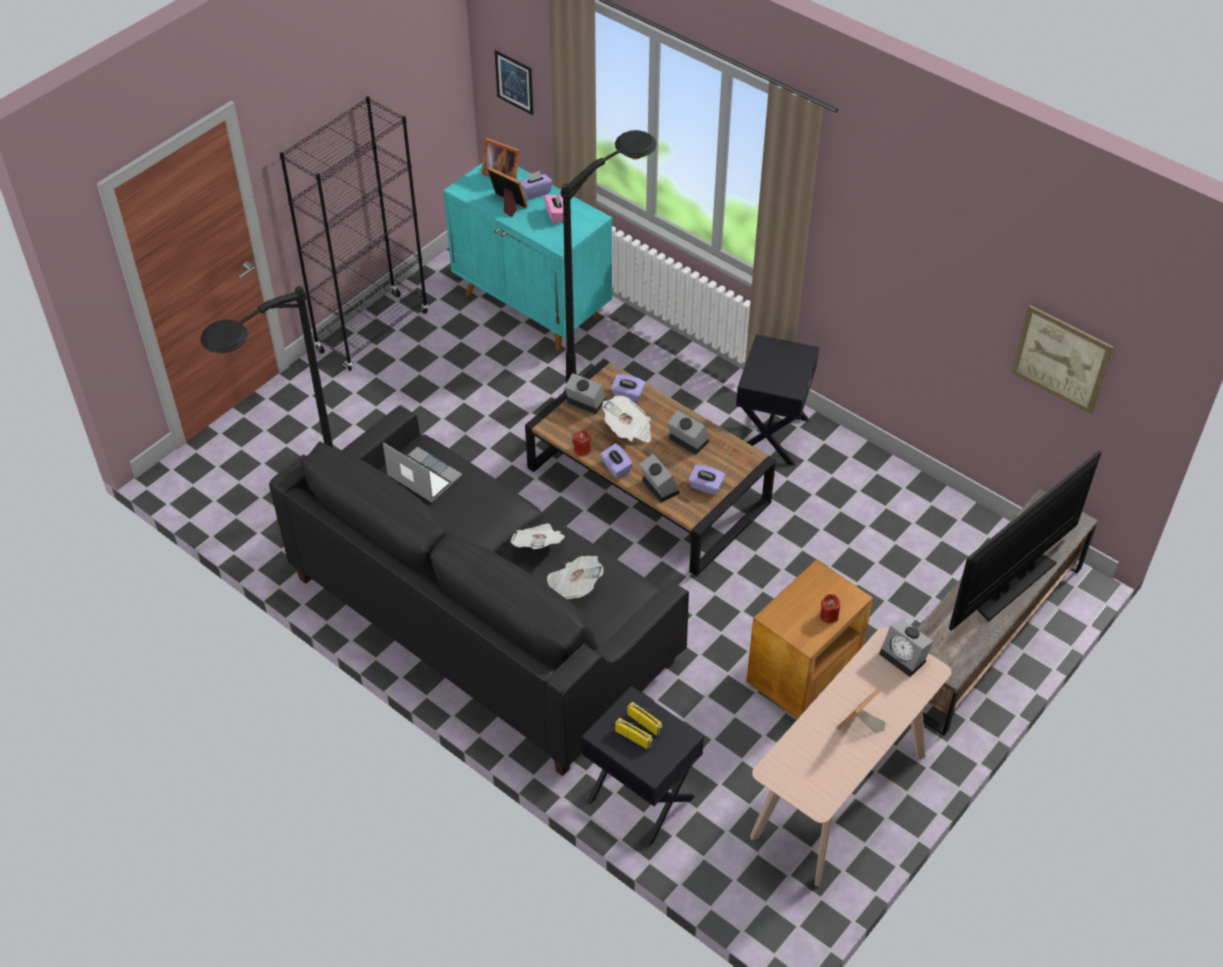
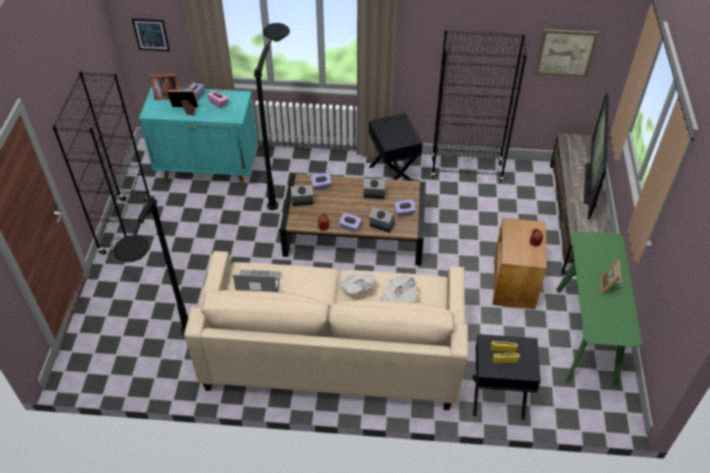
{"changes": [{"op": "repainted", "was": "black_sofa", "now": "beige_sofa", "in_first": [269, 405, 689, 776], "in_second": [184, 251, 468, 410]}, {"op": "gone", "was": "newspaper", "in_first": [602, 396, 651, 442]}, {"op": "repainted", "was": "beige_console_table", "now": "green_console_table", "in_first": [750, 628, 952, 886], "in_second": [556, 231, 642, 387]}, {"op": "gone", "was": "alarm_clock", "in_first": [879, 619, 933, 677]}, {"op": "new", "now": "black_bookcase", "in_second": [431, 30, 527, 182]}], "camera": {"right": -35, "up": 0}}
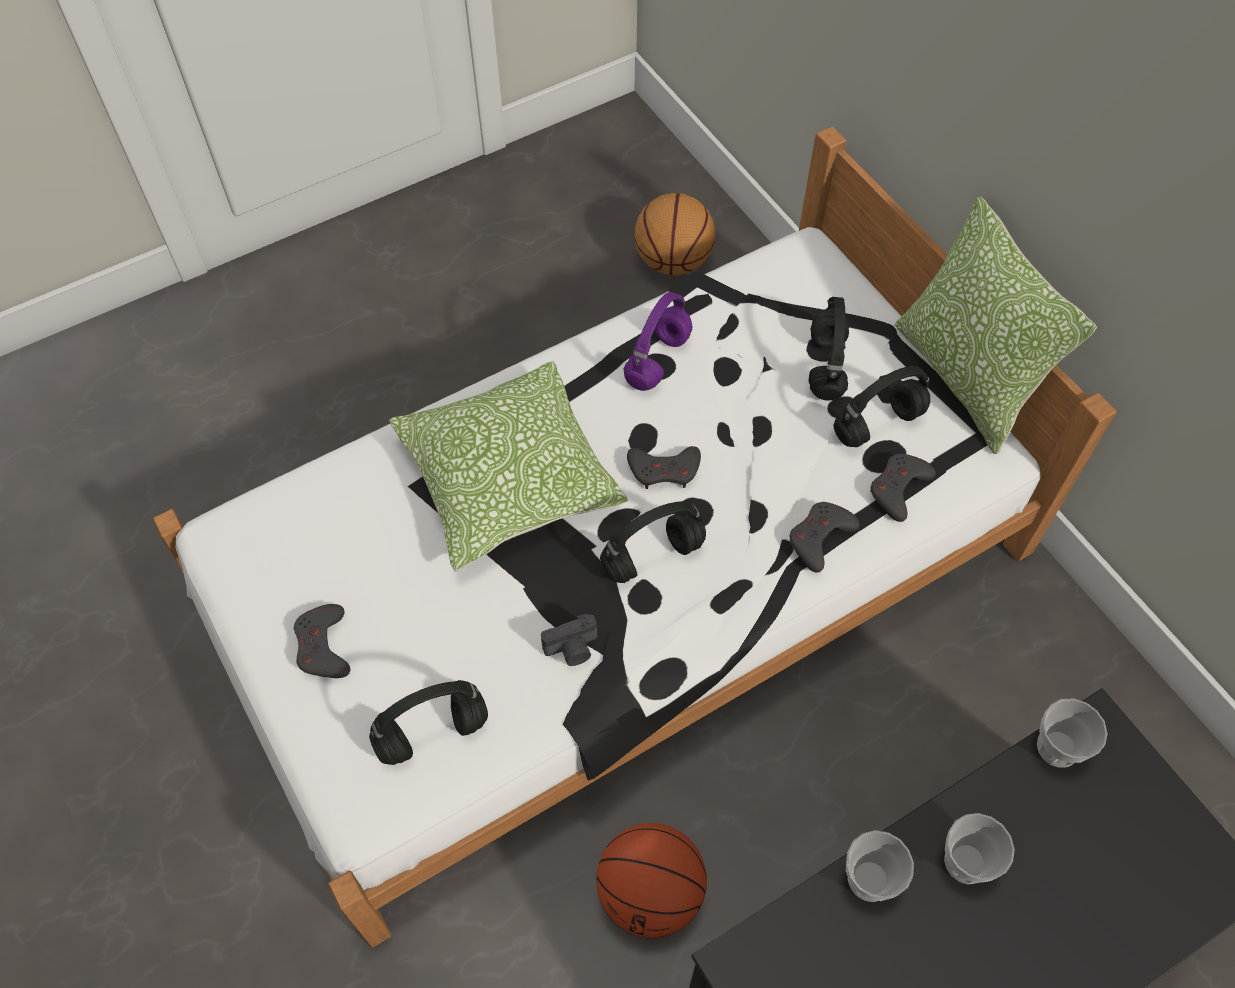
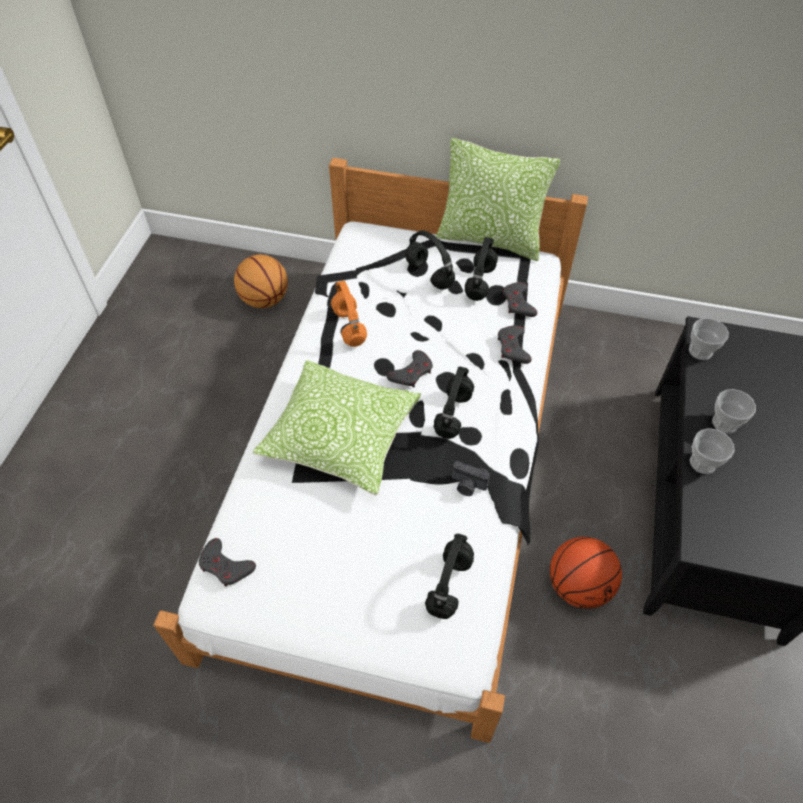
{"changes": [{"op": "shifted", "was": "grey_game_controller", "in_first": [294, 604, 350, 678], "in_second": [199, 538, 256, 587]}, {"op": "rotated", "was": "photo_camera", "in_first": [541, 614, 597, 666], "in_second": [452, 461, 490, 496], "clockwise": 90}, {"op": "repainted", "was": "purple_headphones", "now": "orange_headphones", "in_first": [624, 292, 692, 391], "in_second": [331, 281, 367, 347]}], "camera": {"right": -45, "up": -5}}
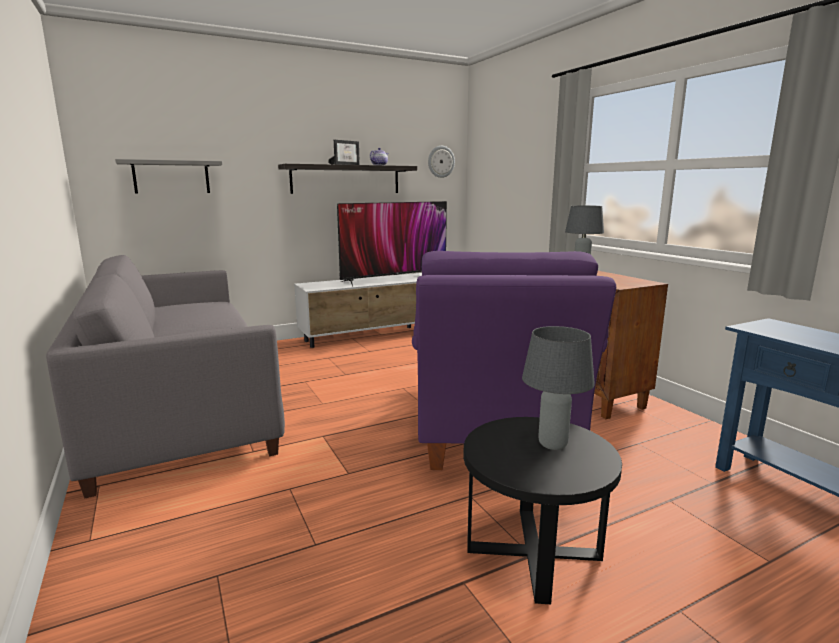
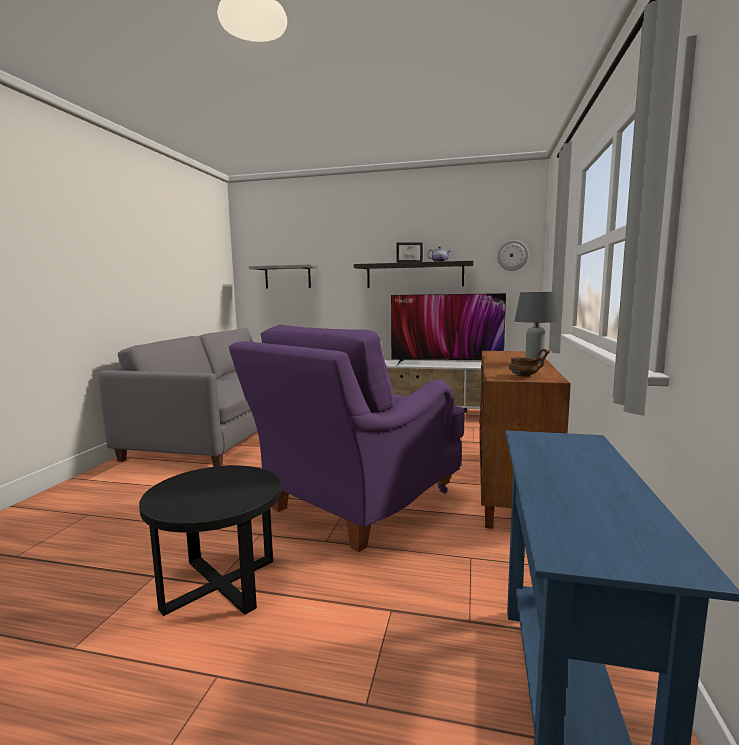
{"changes": [{"op": "gone", "was": "grey_table_lamp", "in_first": [522, 326, 595, 450]}, {"op": "new", "now": "brown_bowl", "in_second": [509, 349, 550, 377]}], "camera": {"right": 40, "up": -5}}
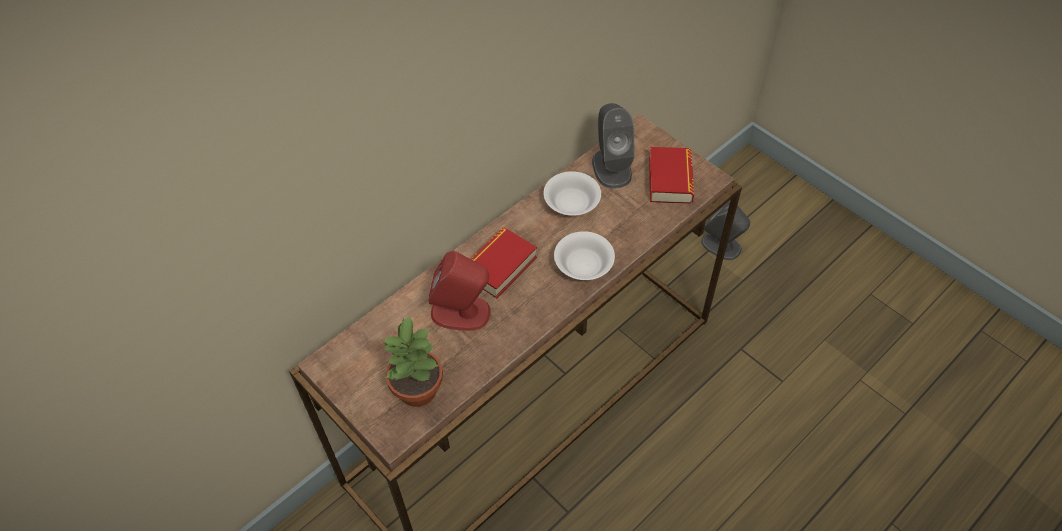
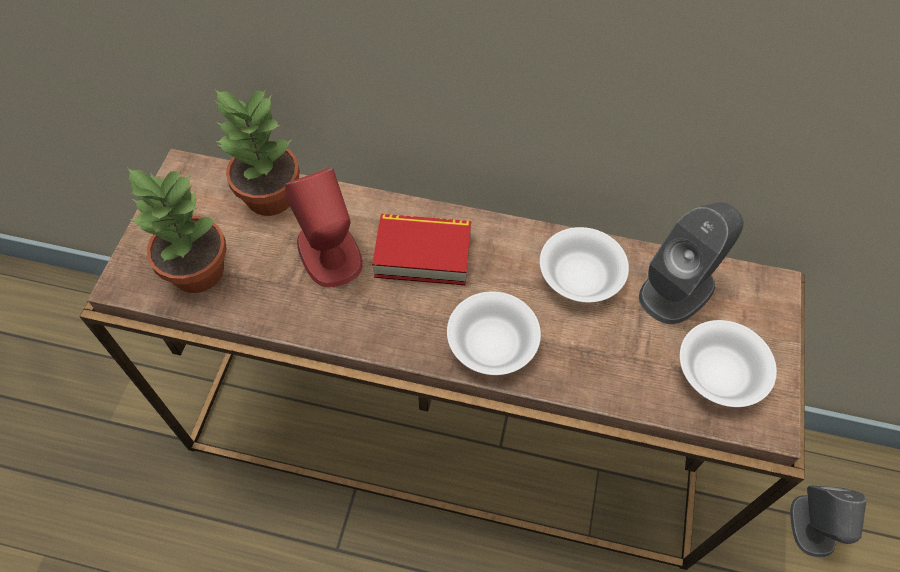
{"changes": [{"op": "swapped", "was": "book", "now": "white_bowl", "in_first": [649, 147, 694, 204], "in_second": [680, 320, 777, 407]}, {"op": "new", "now": "potted_plant", "in_second": [214, 90, 300, 216]}], "camera": {"right": 55, "up": 5}}
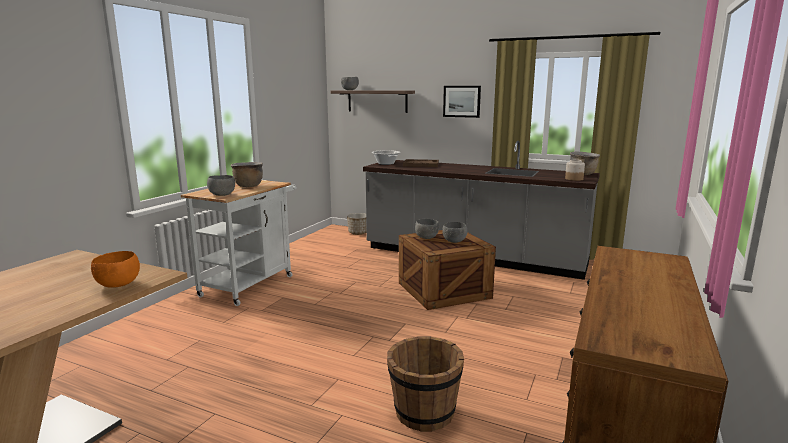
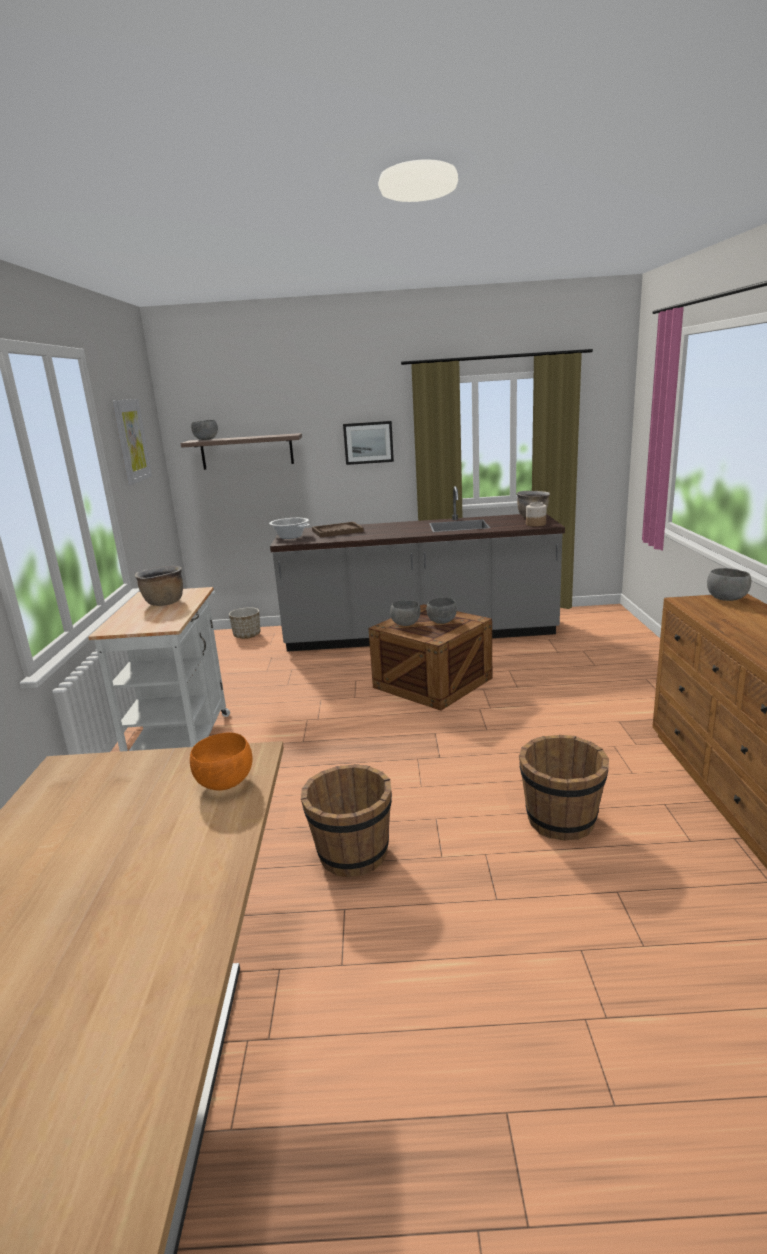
{"changes": [{"op": "shifted", "was": "grey_bowl", "in_first": [207, 175, 235, 196], "in_second": [707, 568, 751, 601]}, {"op": "new", "now": "picture", "in_second": [112, 399, 152, 485]}, {"op": "new", "now": "brown_bucket", "in_second": [301, 764, 392, 877]}], "camera": {"right": -25, "up": 5}}
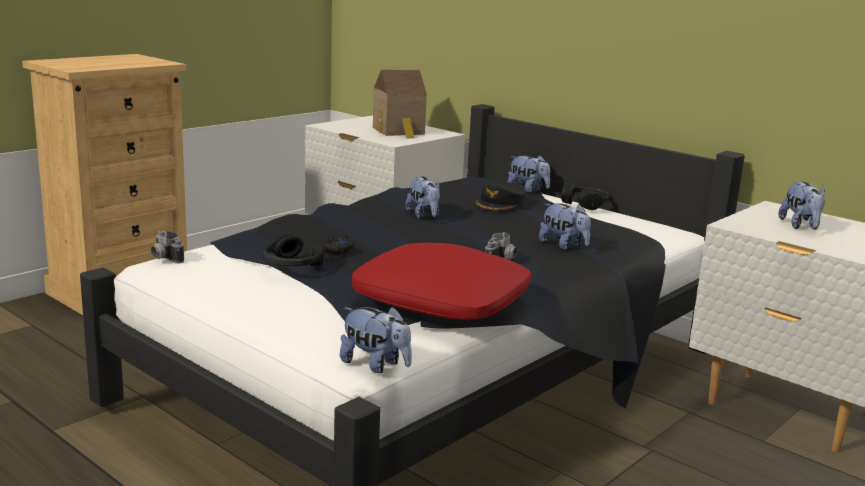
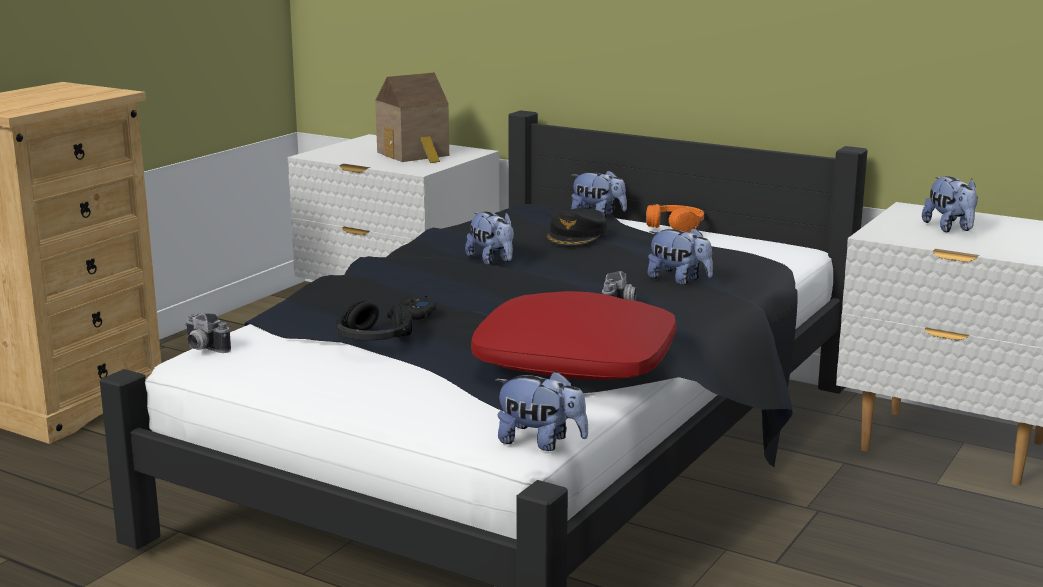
{"changes": [{"op": "repainted", "was": "black_headphones", "now": "orange_headphones", "in_first": [561, 185, 610, 210], "in_second": [646, 204, 704, 233]}], "camera": {"right": -10, "up": 0}}
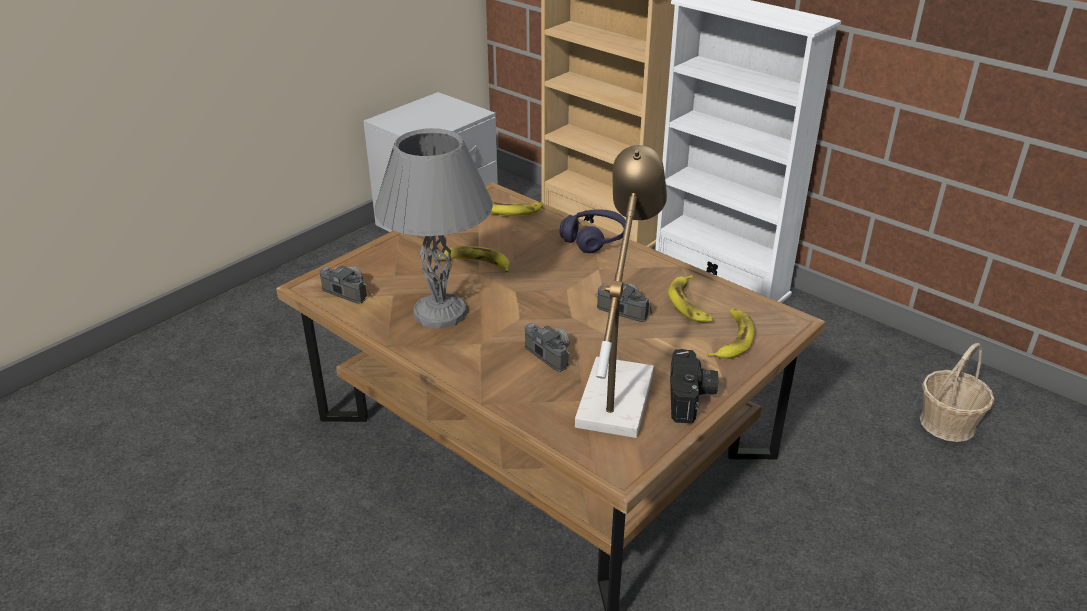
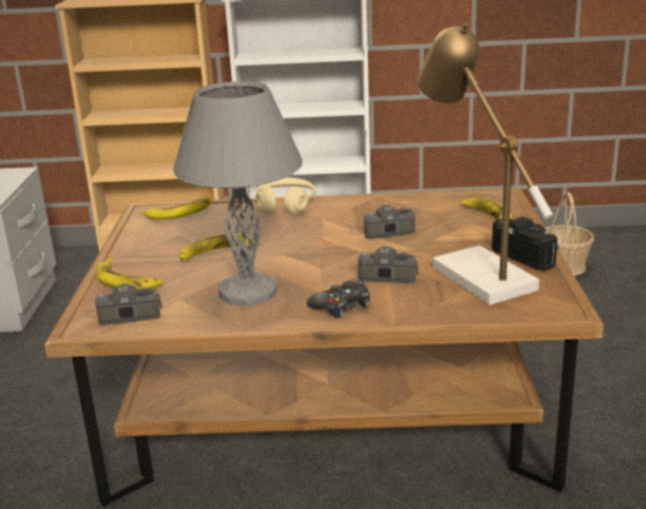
{"changes": [{"op": "repainted", "was": "purple_headphones", "now": "beige_headphones", "in_first": [560, 209, 626, 253], "in_second": [255, 178, 315, 214]}, {"op": "shifted", "was": "banana", "in_first": [668, 275, 713, 322], "in_second": [96, 259, 162, 290]}, {"op": "new", "now": "black_game_controller", "in_second": [307, 280, 370, 318]}], "camera": {"right": -40, "up": -10}}
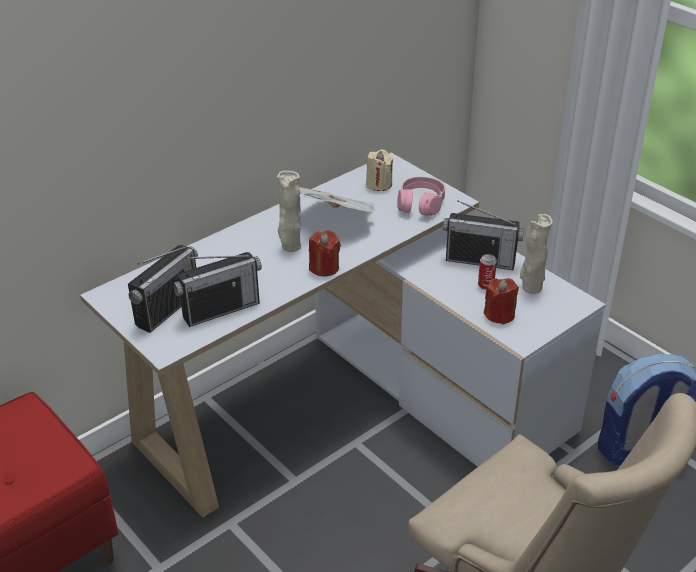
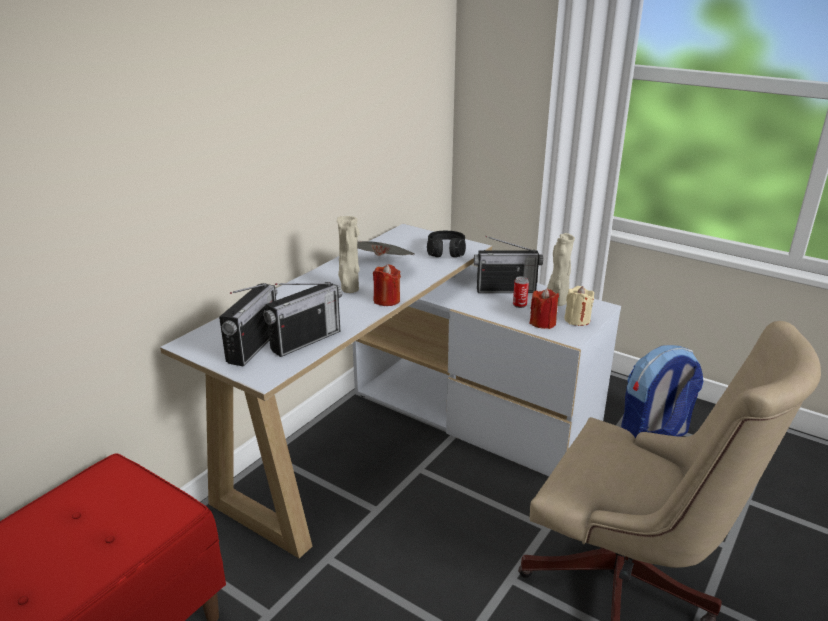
{"changes": [{"op": "shifted", "was": "beige_candle", "in_first": [366, 149, 393, 191], "in_second": [564, 286, 594, 326]}, {"op": "repainted", "was": "pink_headphones", "now": "black_headphones", "in_first": [397, 177, 445, 216], "in_second": [427, 231, 466, 257]}], "camera": {"right": -15, "up": -10}}
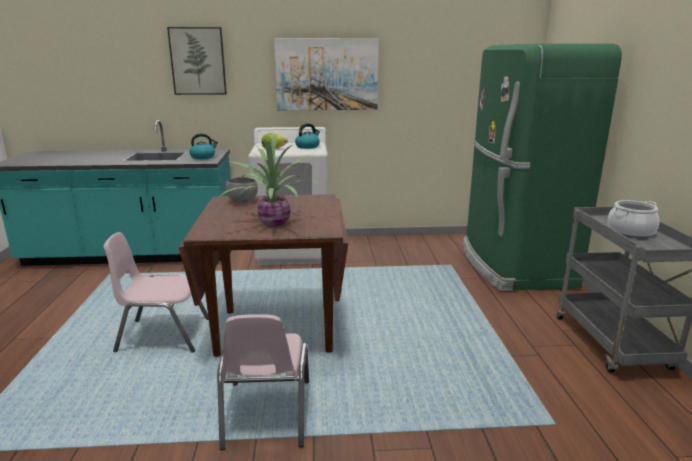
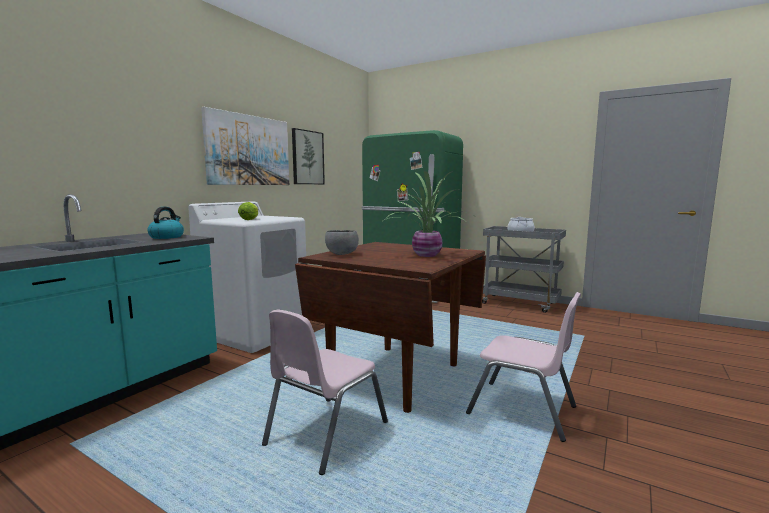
{"changes": [{"op": "shifted", "was": "picture", "in_first": [167, 27, 227, 95], "in_second": [292, 128, 325, 184]}, {"op": "gone", "was": "kettle", "in_first": [295, 123, 320, 149]}], "camera": {"right": -55, "up": -10}}
